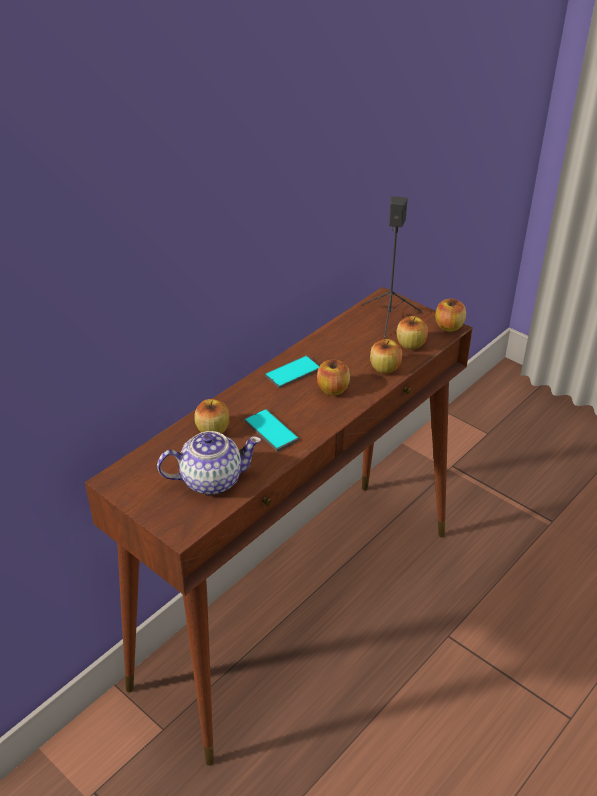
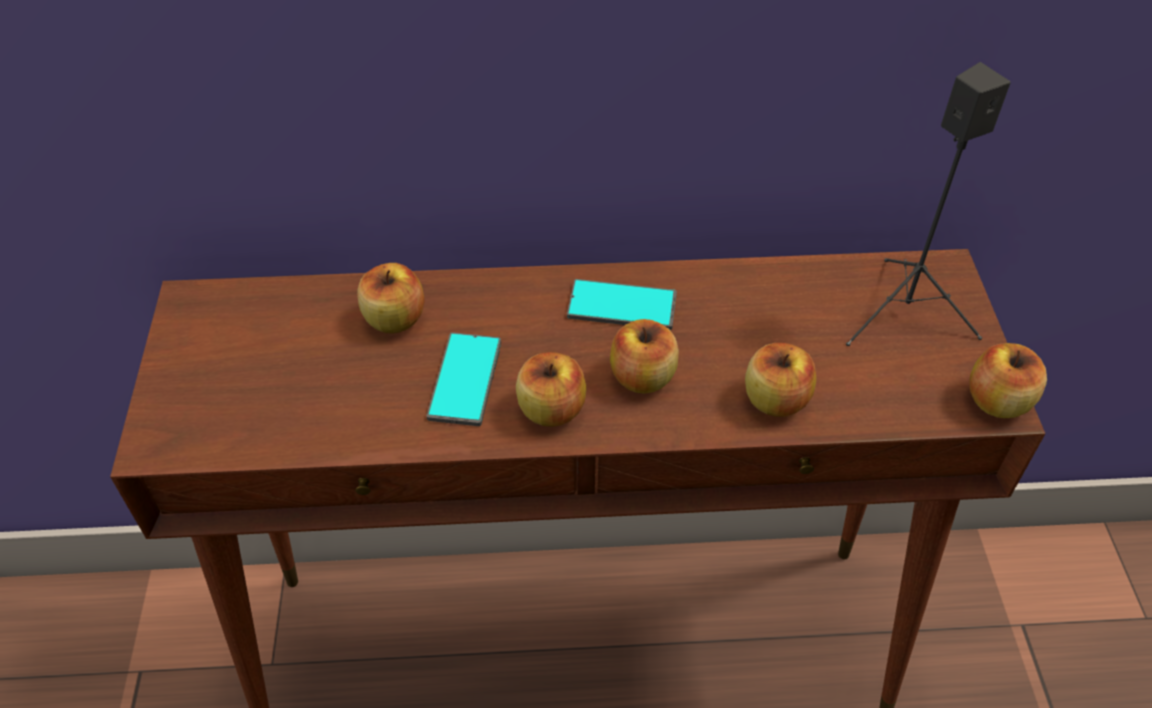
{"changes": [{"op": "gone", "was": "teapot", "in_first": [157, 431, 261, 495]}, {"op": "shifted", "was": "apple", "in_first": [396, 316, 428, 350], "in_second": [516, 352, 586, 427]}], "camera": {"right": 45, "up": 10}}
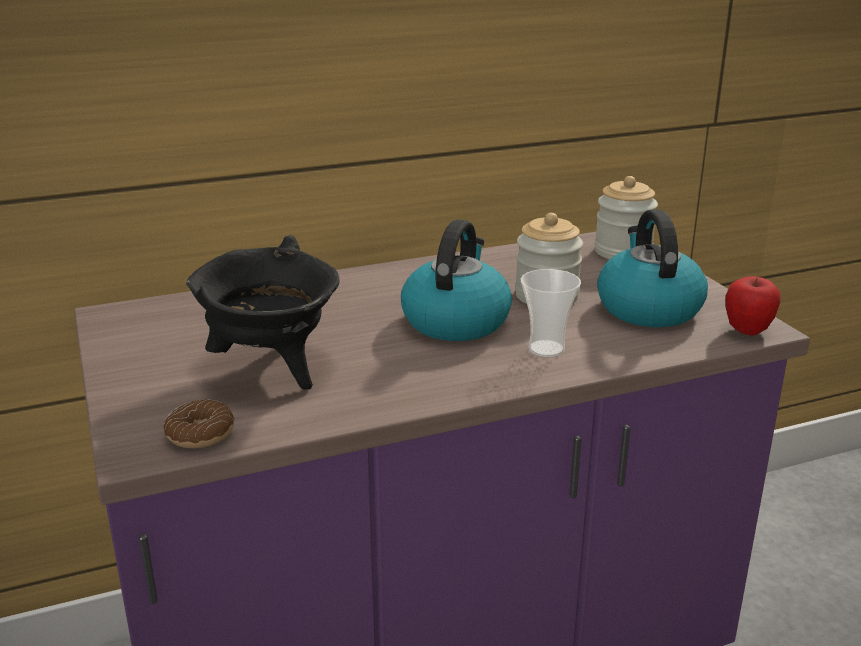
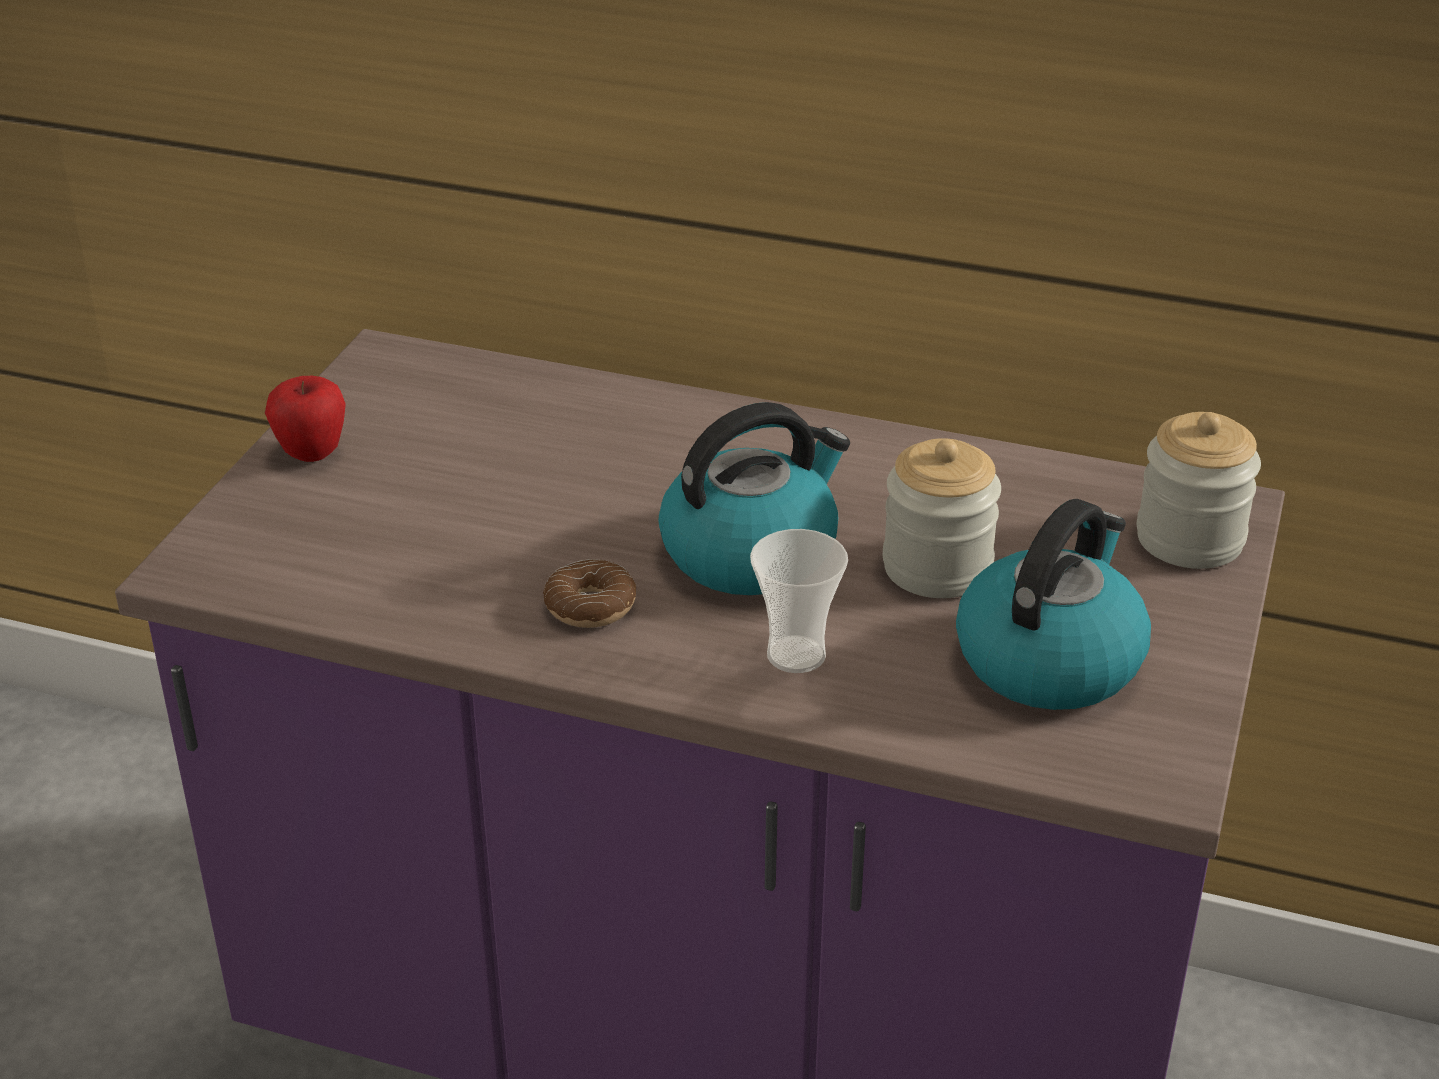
{"changes": [{"op": "shifted", "was": "donut", "in_first": [163, 399, 234, 448], "in_second": [543, 559, 636, 628]}, {"op": "gone", "was": "black_cooking_pot", "in_first": [186, 235, 340, 389]}, {"op": "shifted", "was": "apple", "in_first": [726, 276, 781, 336], "in_second": [265, 376, 346, 462]}], "camera": {"right": 40, "up": 10}}
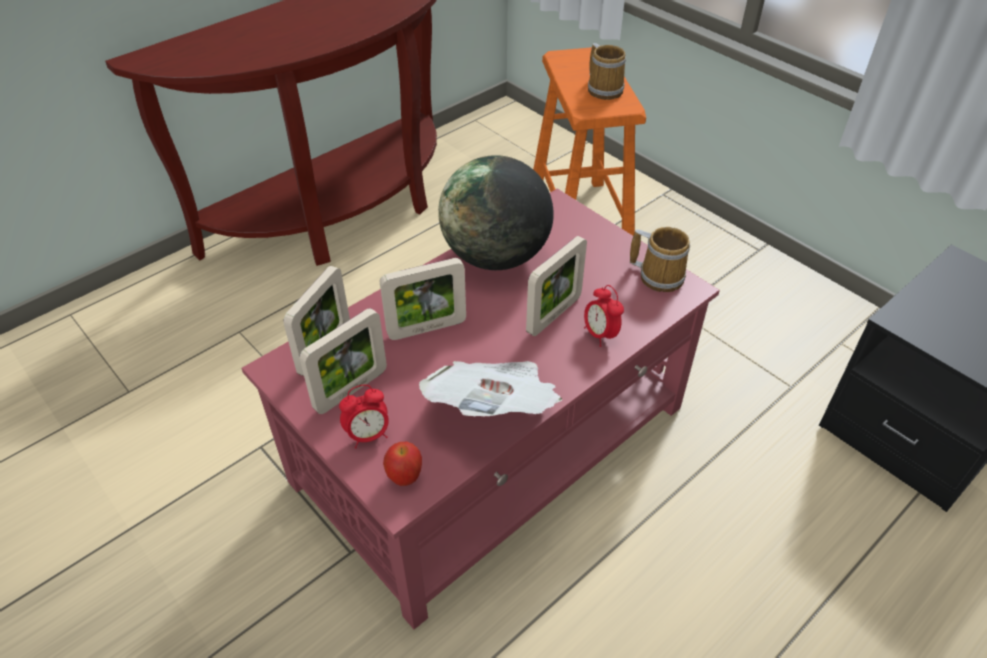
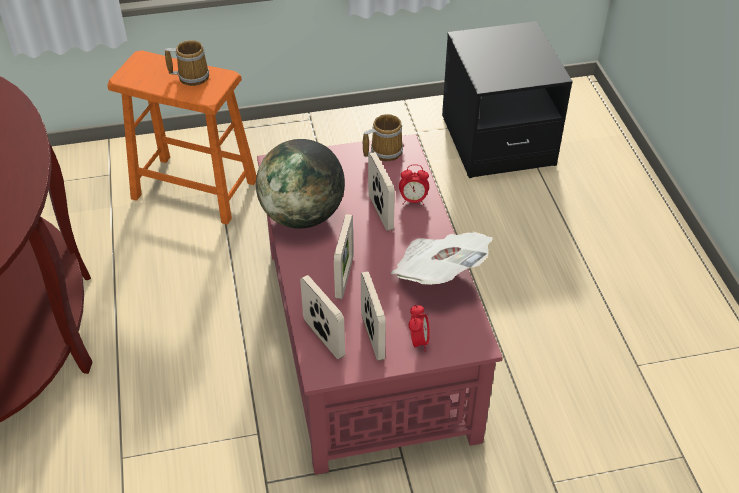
{"changes": [{"op": "gone", "was": "apple", "in_first": [383, 442, 422, 486]}], "camera": {"right": -60, "up": 0}}
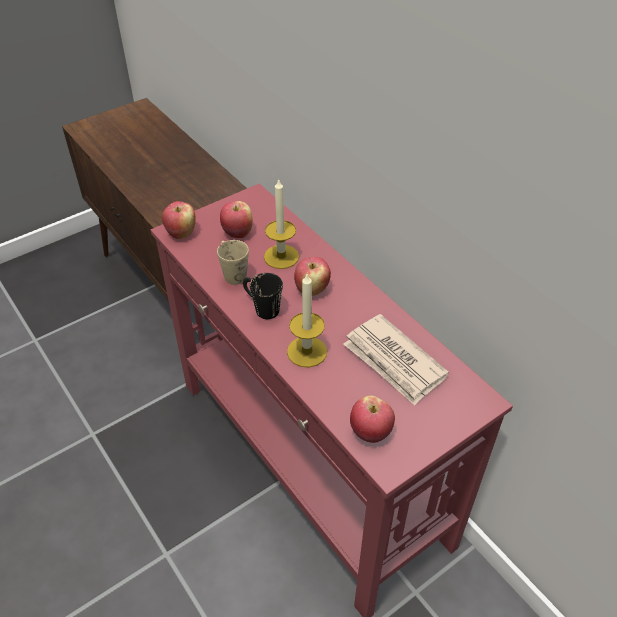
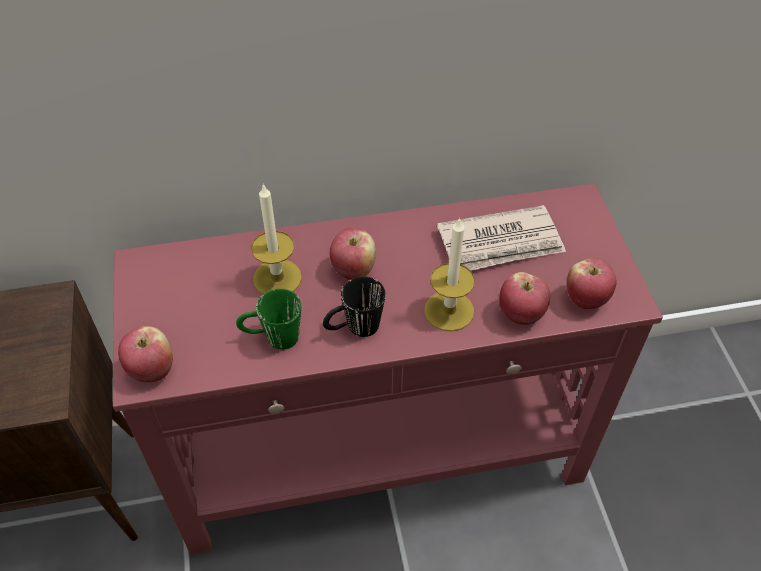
{"changes": [{"op": "repainted", "was": "beige_mug", "now": "green_mug", "in_first": [217, 240, 249, 285], "in_second": [236, 289, 301, 350]}, {"op": "shifted", "was": "apple", "in_first": [220, 201, 253, 238], "in_second": [499, 272, 550, 325]}], "camera": {"right": -65, "up": 5}}
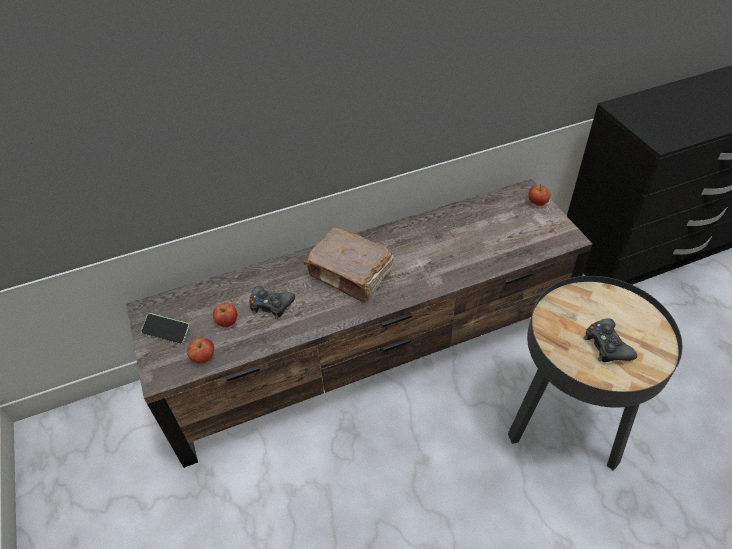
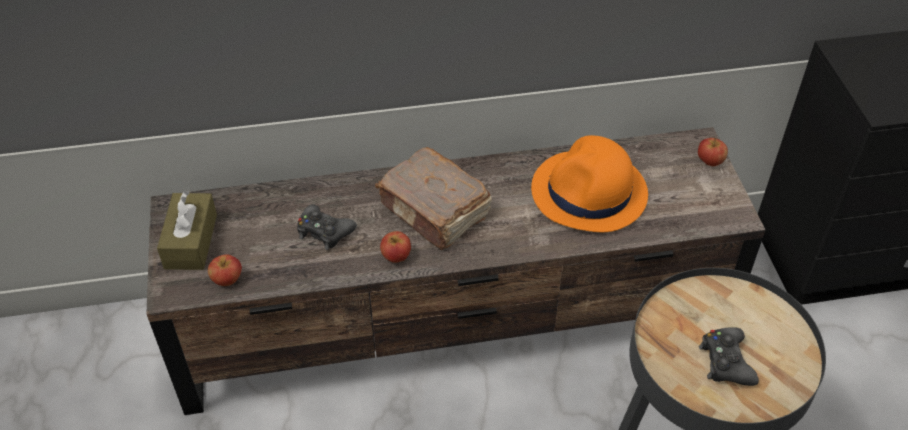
{"changes": [{"op": "swapped", "was": "phone", "now": "brown_tissue_box", "in_first": [141, 313, 189, 345], "in_second": [157, 190, 217, 270]}, {"op": "shifted", "was": "apple", "in_first": [213, 302, 237, 327], "in_second": [380, 231, 411, 263]}, {"op": "new", "now": "orange_hat", "in_second": [531, 135, 648, 232]}], "camera": {"right": 10, "up": 0}}
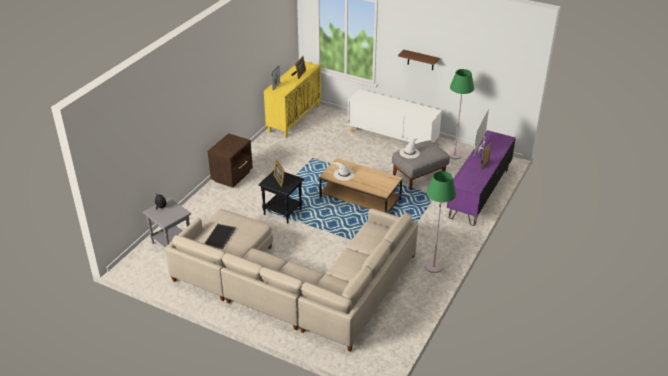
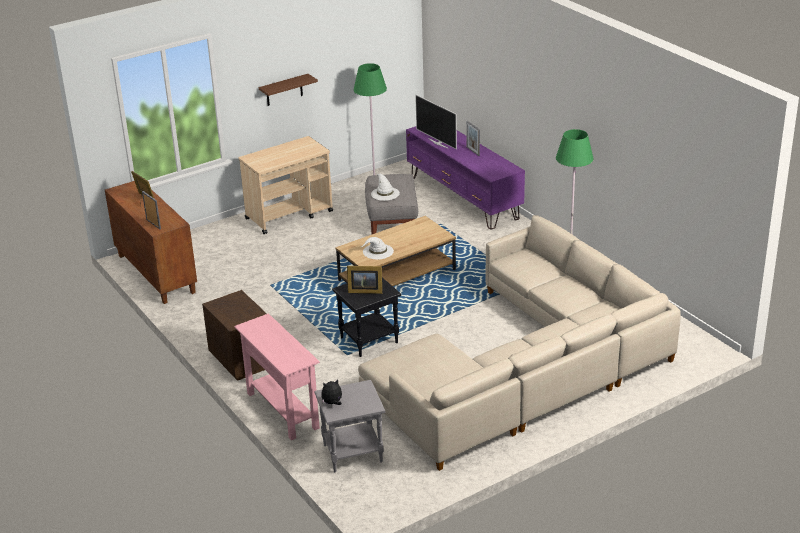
{"changes": [{"op": "gone", "was": "tray", "in_first": [204, 224, 236, 249]}, {"op": "repainted", "was": "yellow_cabinet", "now": "brown_cabinet", "in_first": [264, 61, 321, 138], "in_second": [105, 181, 197, 304]}, {"op": "swapped", "was": "white_cabinet", "now": "beige_cart", "in_first": [348, 89, 442, 144], "in_second": [238, 136, 333, 234]}, {"op": "new", "now": "pink_console_table", "in_second": [234, 313, 320, 440]}], "camera": {"right": -60, "up": -5}}
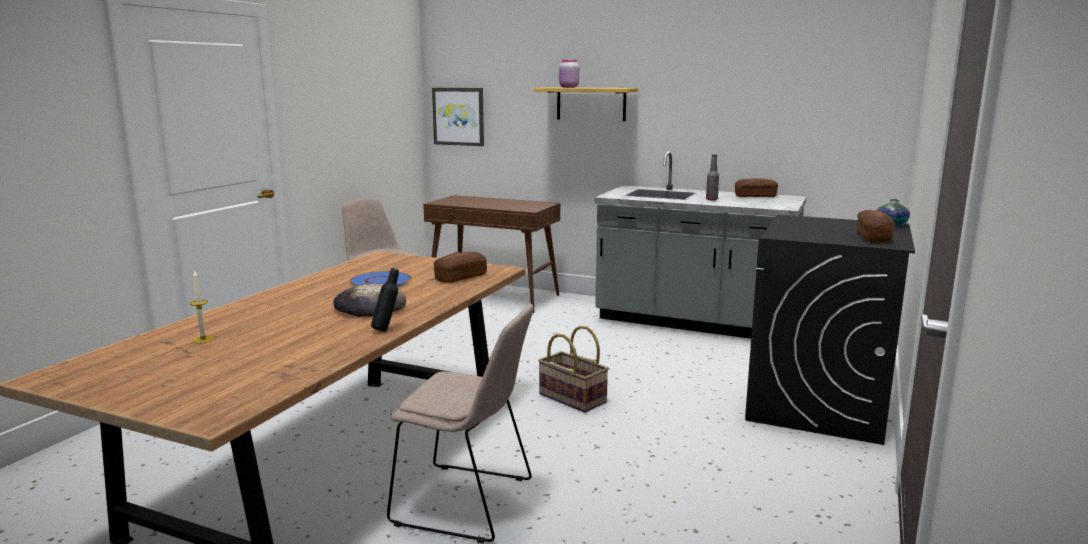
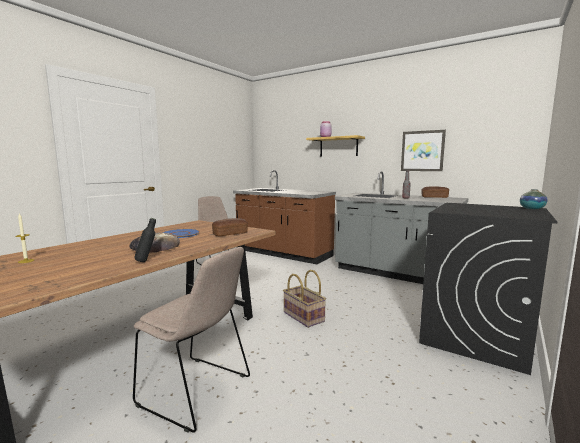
{"changes": [{"op": "swapped", "was": "brown_console_table", "now": "brown_counter", "in_first": [423, 195, 560, 313], "in_second": [233, 170, 336, 264]}, {"op": "shifted", "was": "picture", "in_first": [432, 88, 484, 146], "in_second": [401, 130, 446, 171]}, {"op": "gone", "was": "bread", "in_first": [857, 210, 895, 242]}], "camera": {"right": 10, "up": -5}}
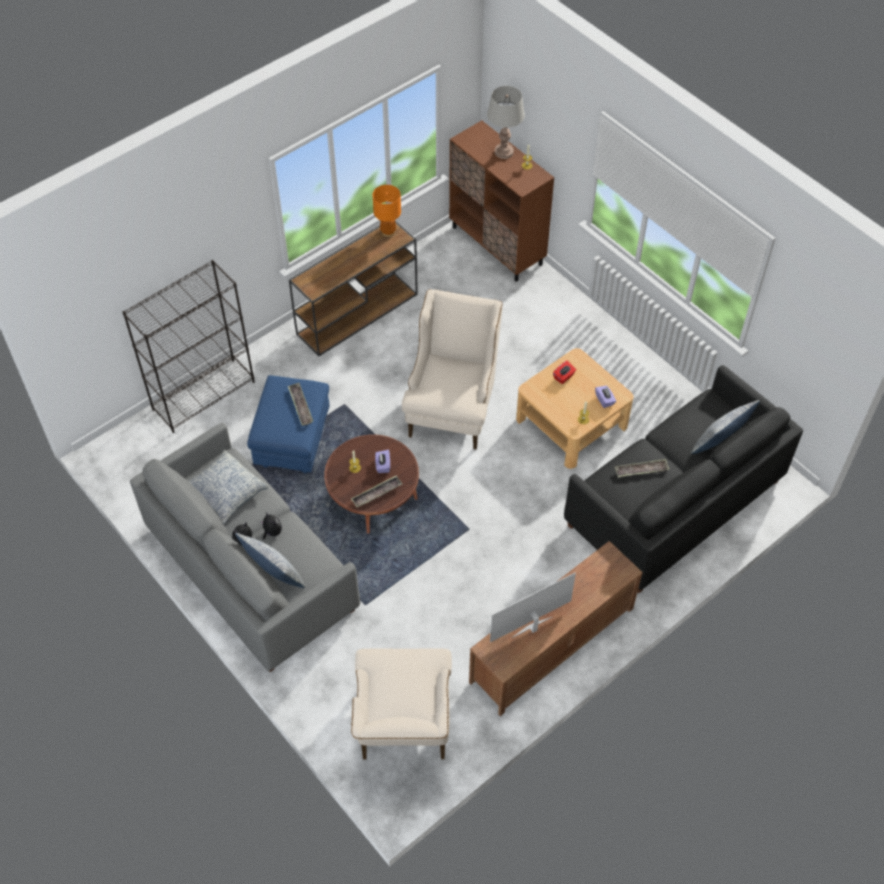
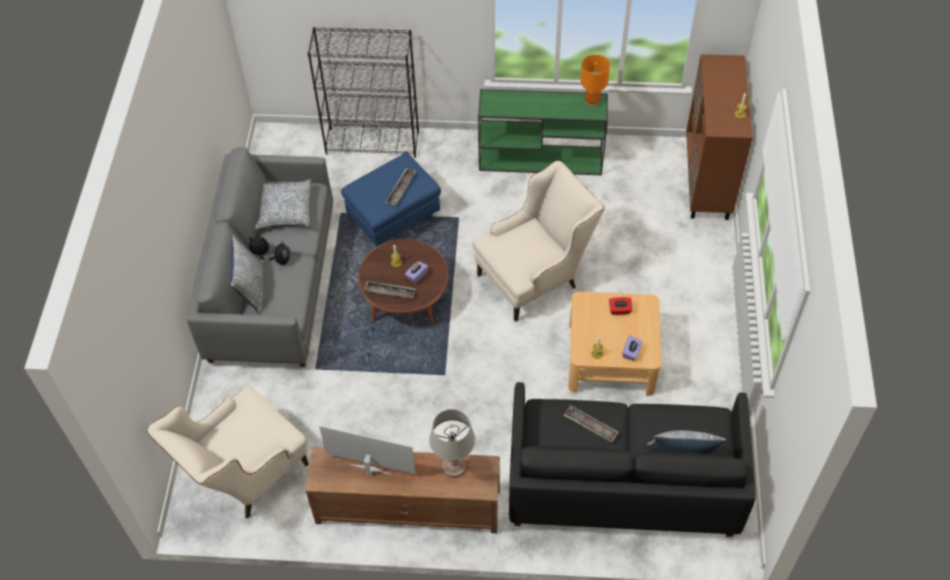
{"changes": [{"op": "repainted", "was": "brown_console_table", "now": "green_console_table", "in_first": [289, 221, 418, 356], "in_second": [478, 89, 608, 175]}, {"op": "shifted", "was": "grey_table_lamp", "in_first": [487, 86, 525, 159], "in_second": [429, 409, 475, 478]}], "camera": {"right": 45, "up": 0}}
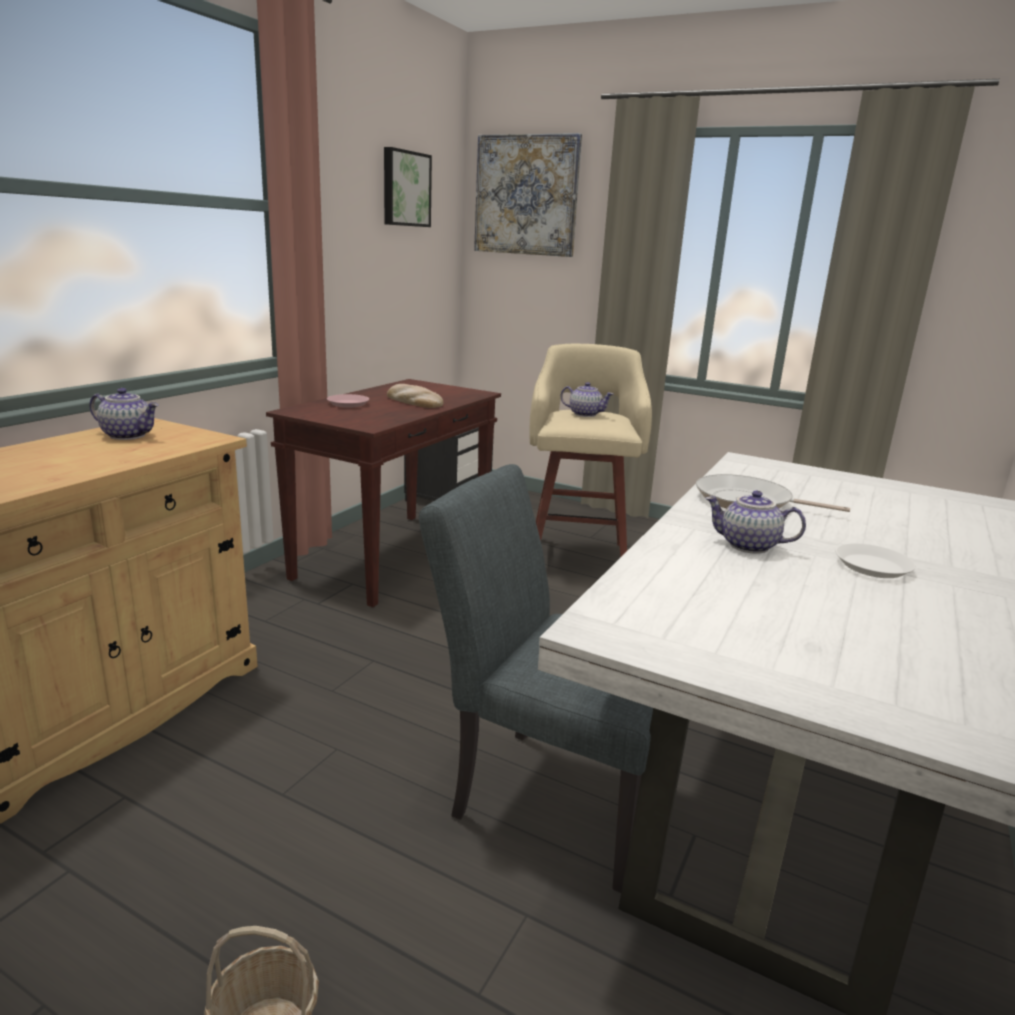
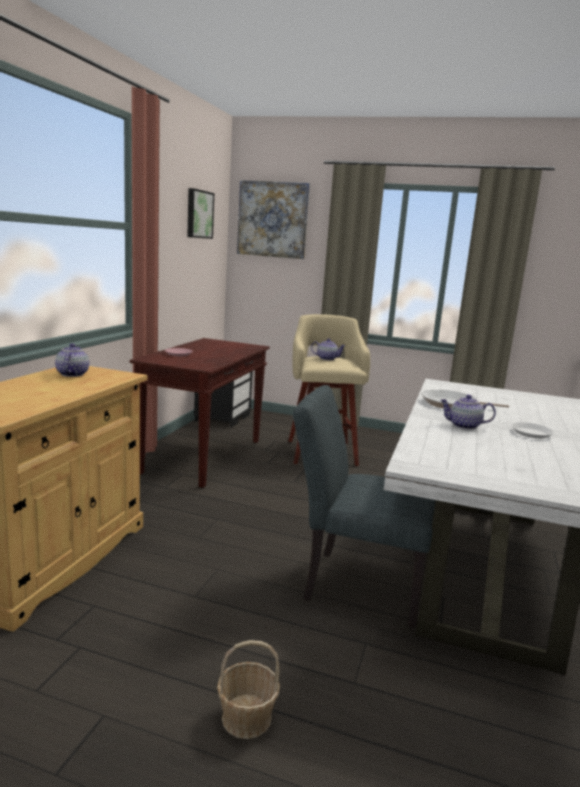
{"changes": [{"op": "rotated", "was": "teapot", "in_first": [90, 388, 159, 440], "in_second": [55, 344, 89, 377], "clockwise": -105}, {"op": "gone", "was": "bread", "in_first": [387, 384, 443, 408]}], "camera": {"right": -10, "up": -5}}
